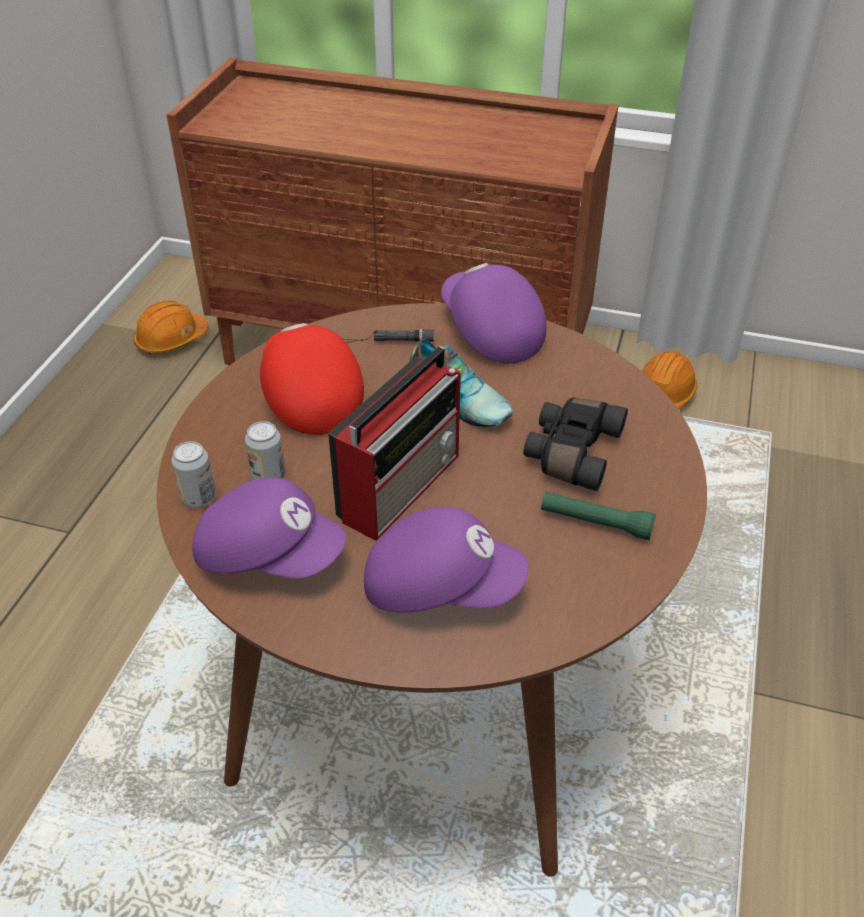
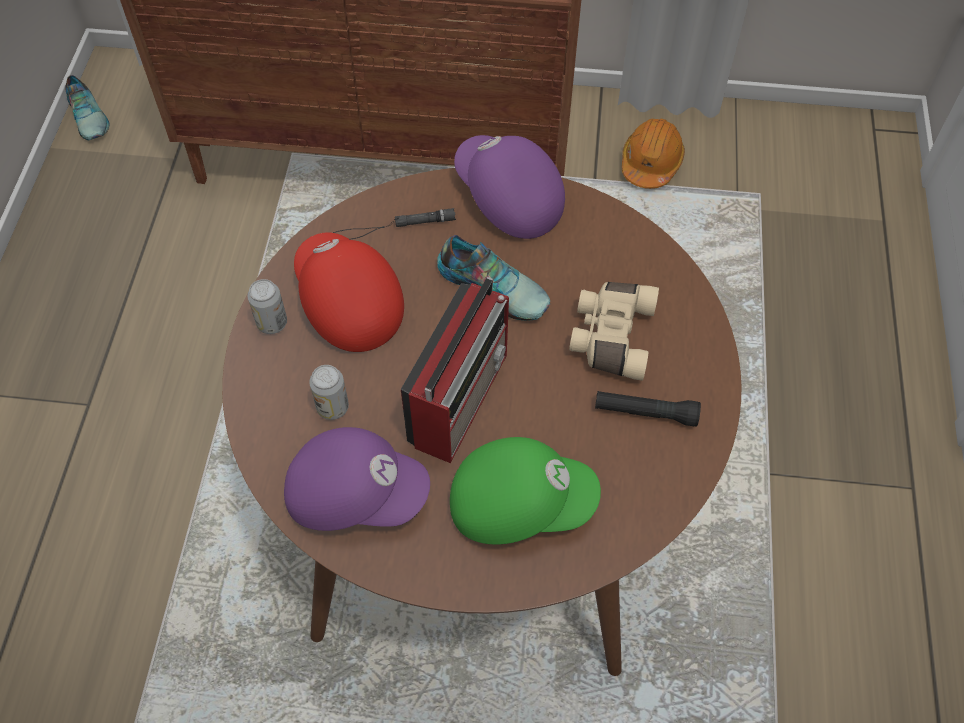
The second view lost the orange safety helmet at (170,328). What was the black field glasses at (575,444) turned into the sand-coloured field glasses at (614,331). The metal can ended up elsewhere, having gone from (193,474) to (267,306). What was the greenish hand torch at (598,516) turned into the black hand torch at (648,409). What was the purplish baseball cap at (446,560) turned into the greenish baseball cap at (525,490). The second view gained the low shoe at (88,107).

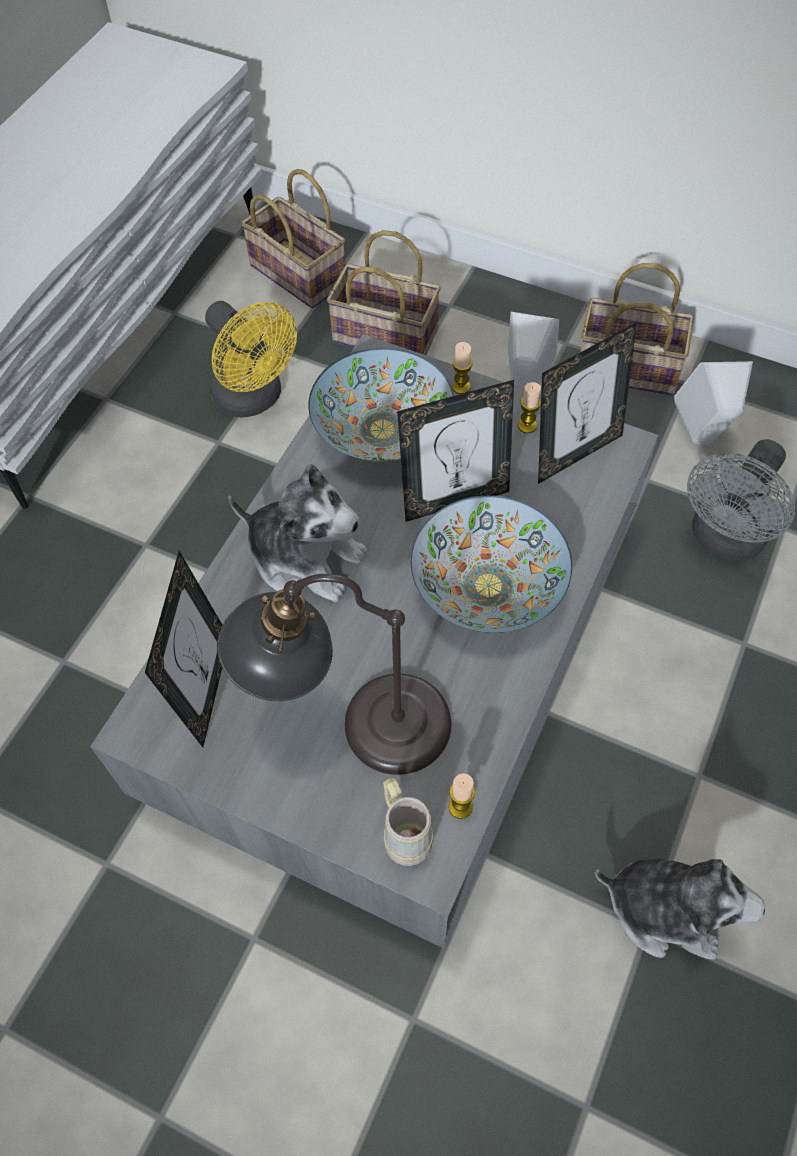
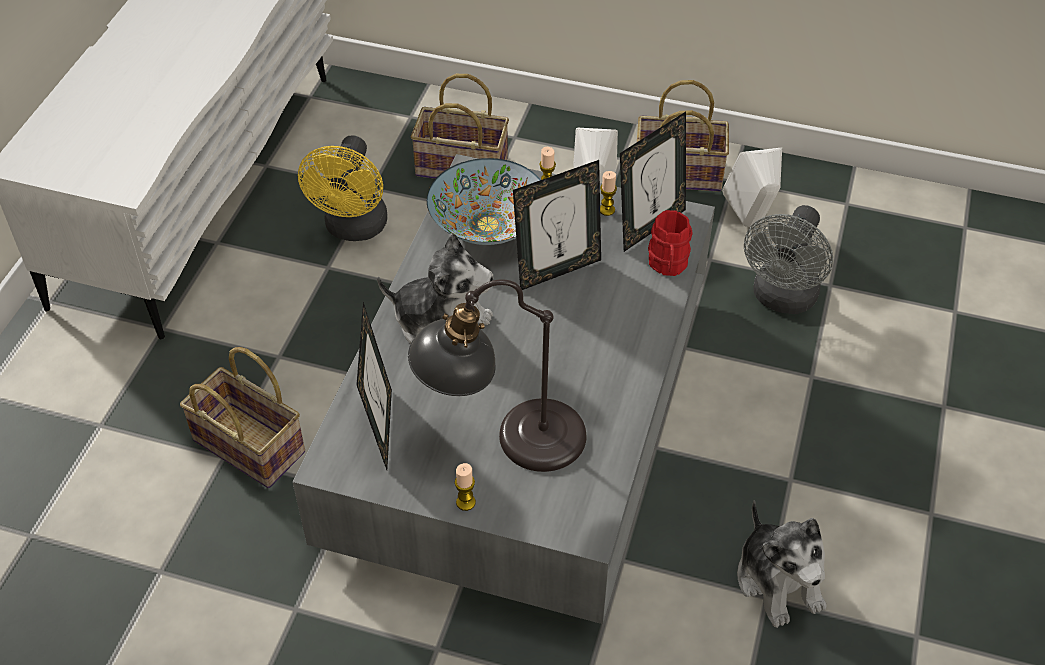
The basket ended up elsewhere, having gone from (293,238) to (242,417). The yellow-coloured electric fan at (251,359) ended up facing another way, 60 degrees clockwise from before. The second view lost the bowl at (491,564). The wax light ended up elsewhere, having gone from (462,796) to (465,487). The second view lost the sand-coloured mug at (408,822). The plush toy at (680,909) ended up facing another way, 60 degrees clockwise from before. The second view gained the red mug at (670,243).

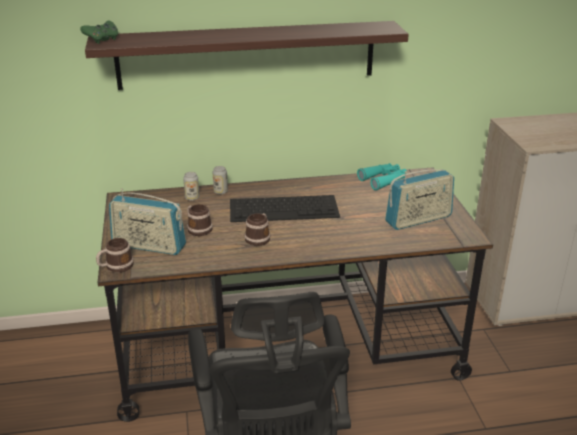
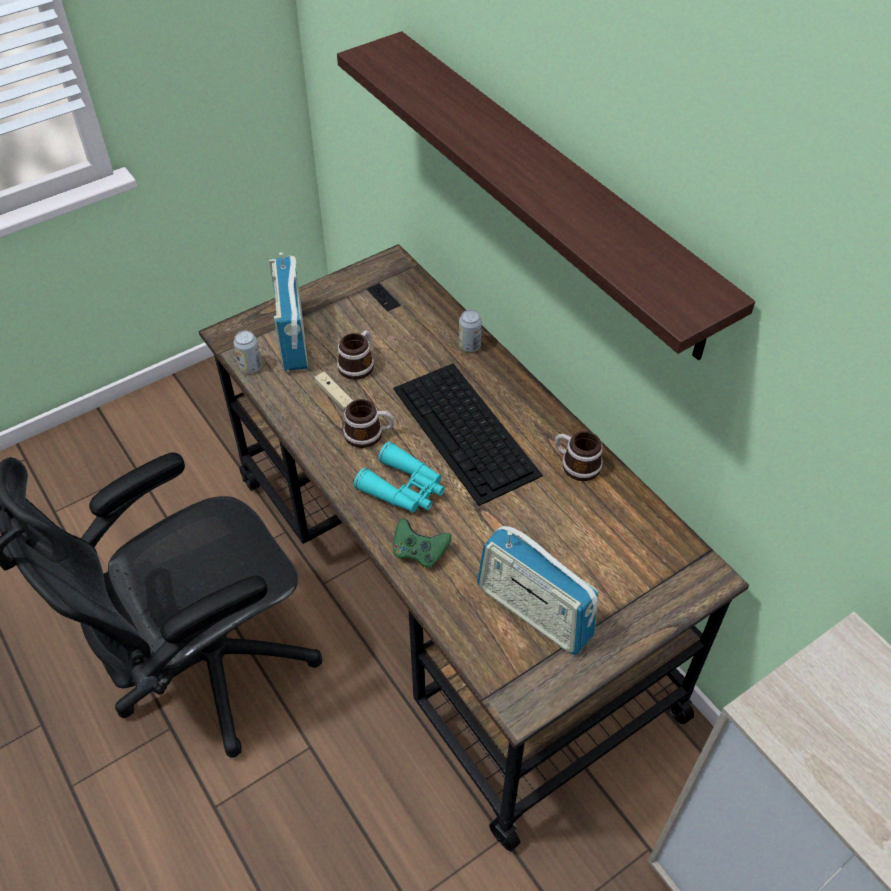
The greenish game controller ended up elsewhere, having gone from (99,32) to (422,543). The blue-green field glasses ended up elsewhere, having gone from (382,177) to (399,477). The metal can ended up elsewhere, having gone from (191,186) to (248,352). The mug ended up elsewhere, having gone from (115,255) to (578,456). The second view gained the sand-coloured game controller at (333,392).

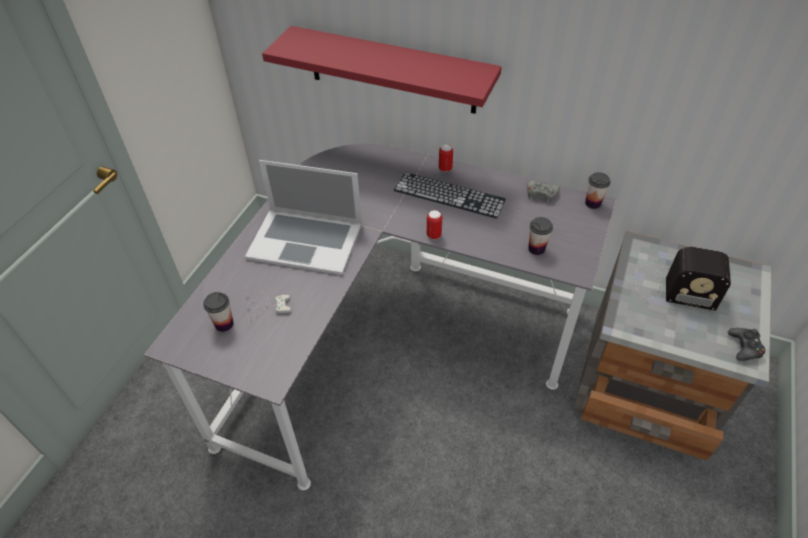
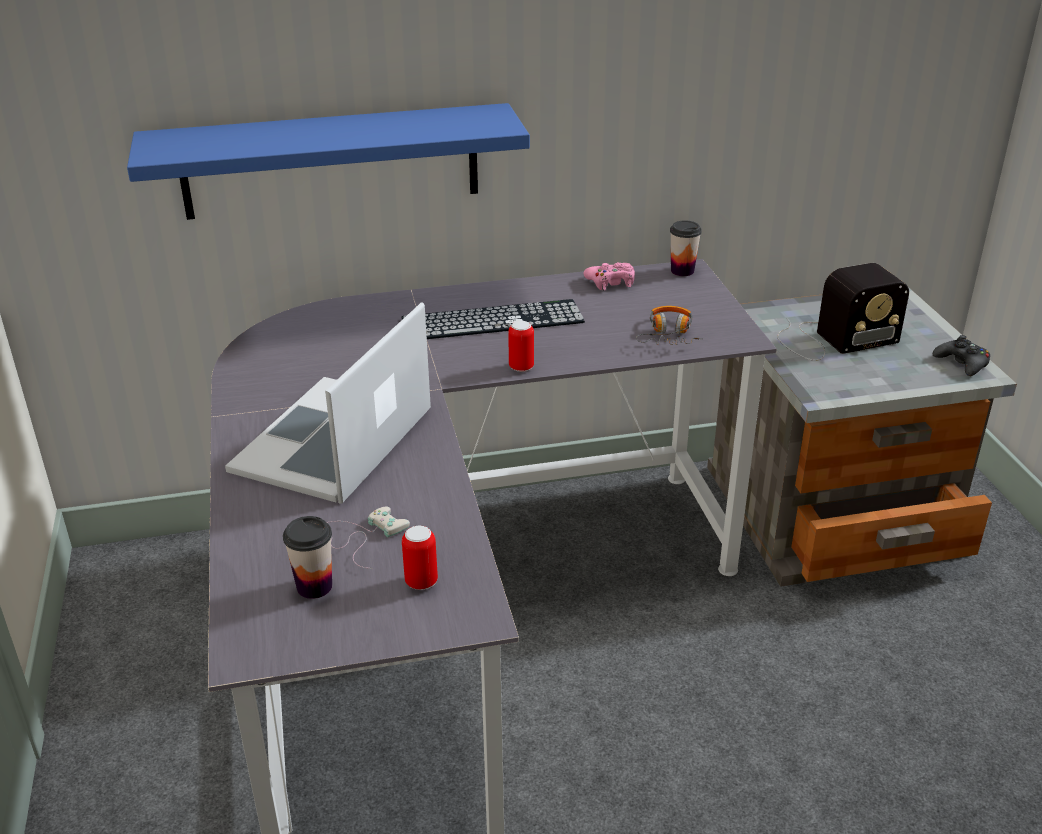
What was the red wall shelf at (382,70) turned into the blue wall shelf at (328,161). The metal can ended up elsewhere, having gone from (446,158) to (420,558). The laptop at (303,217) ended up facing another way, 135 degrees clockwise from before. What was the greyish game controller at (543,191) turned into the pink game controller at (609,276). Where the cup stood at (540,236), the headset came to stand at (669,325).

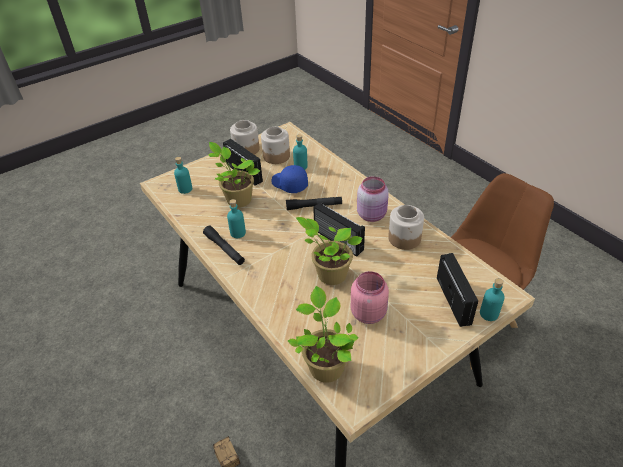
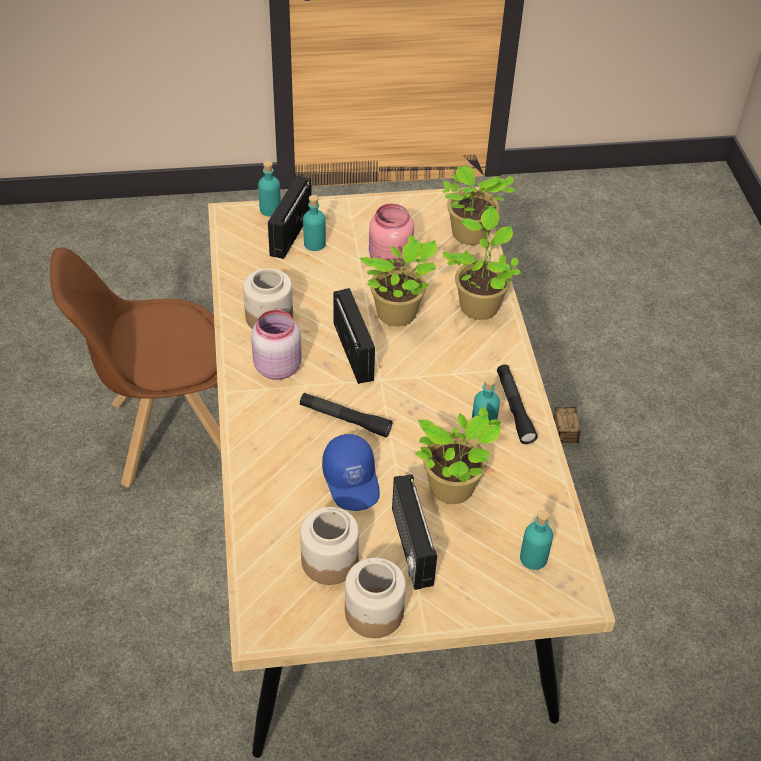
The blue-green beverage bottle ended up elsewhere, having gone from (300,152) to (314,223). The second view gained the potted plant at (482,263).

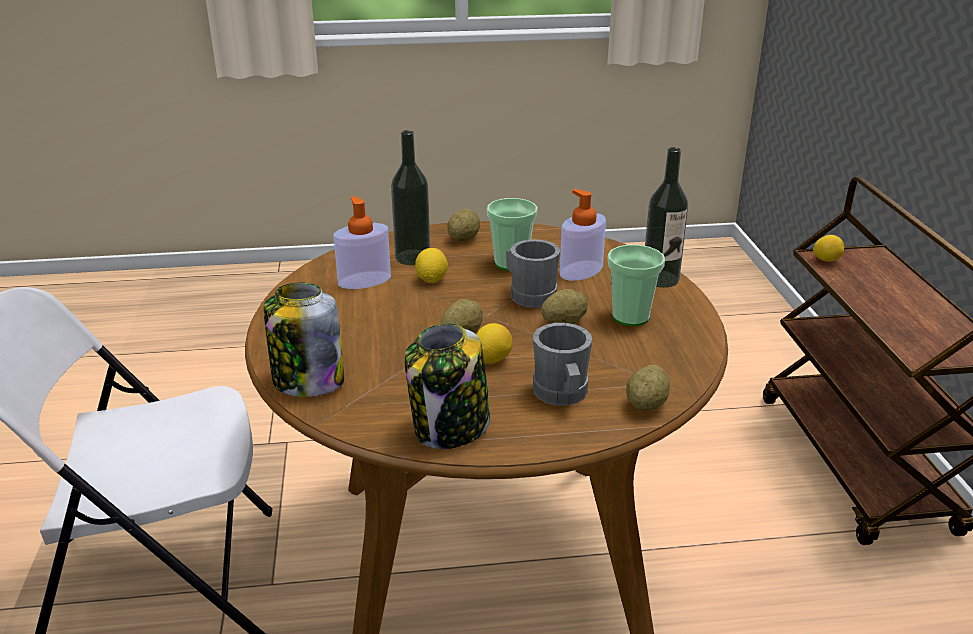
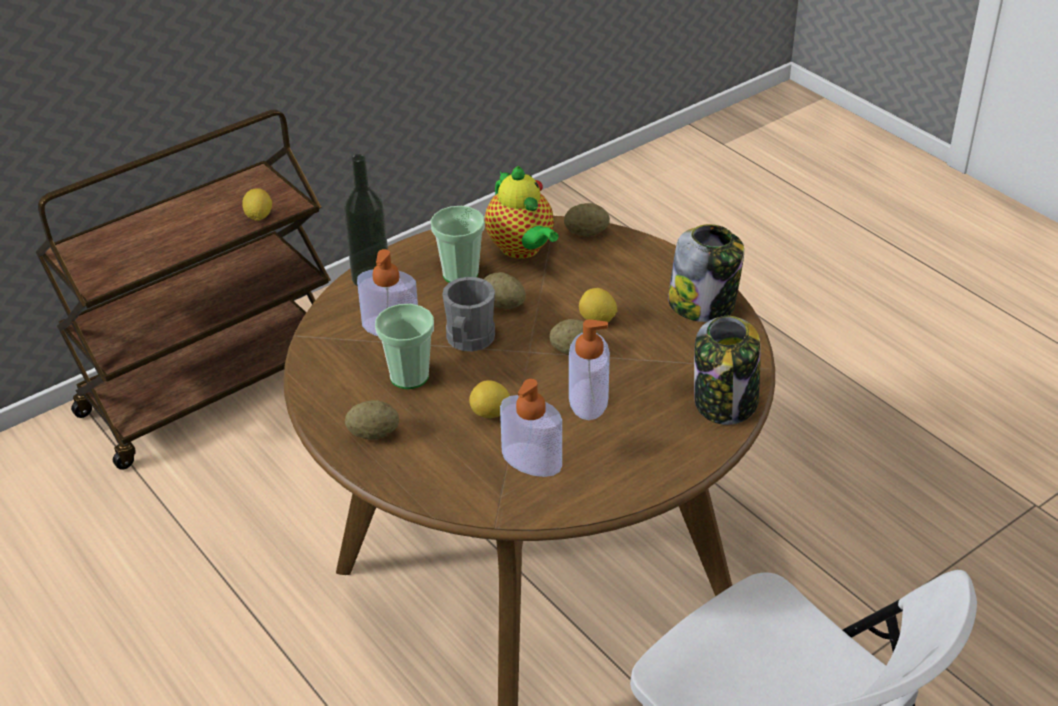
The second view lost the beverage bottle at (410,197). The whole lemon ended up elsewhere, having gone from (828,248) to (257,204). The second view lost the greyish mug at (562,364). The second view gained the tea pot at (522,212). The second view gained the soap bottle at (589,369).

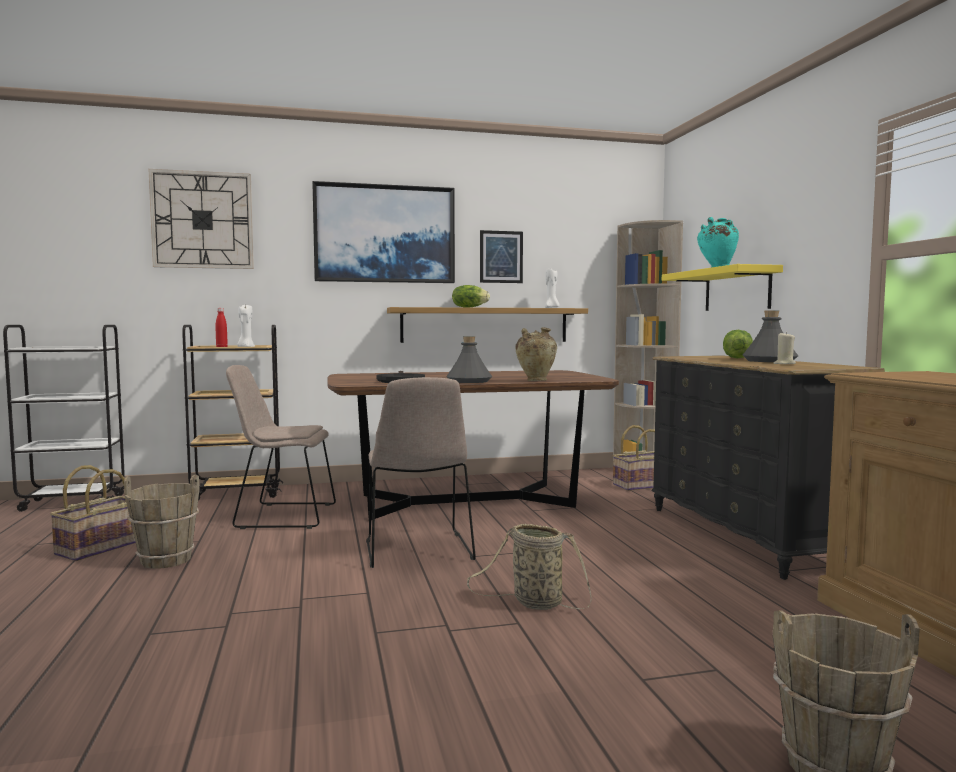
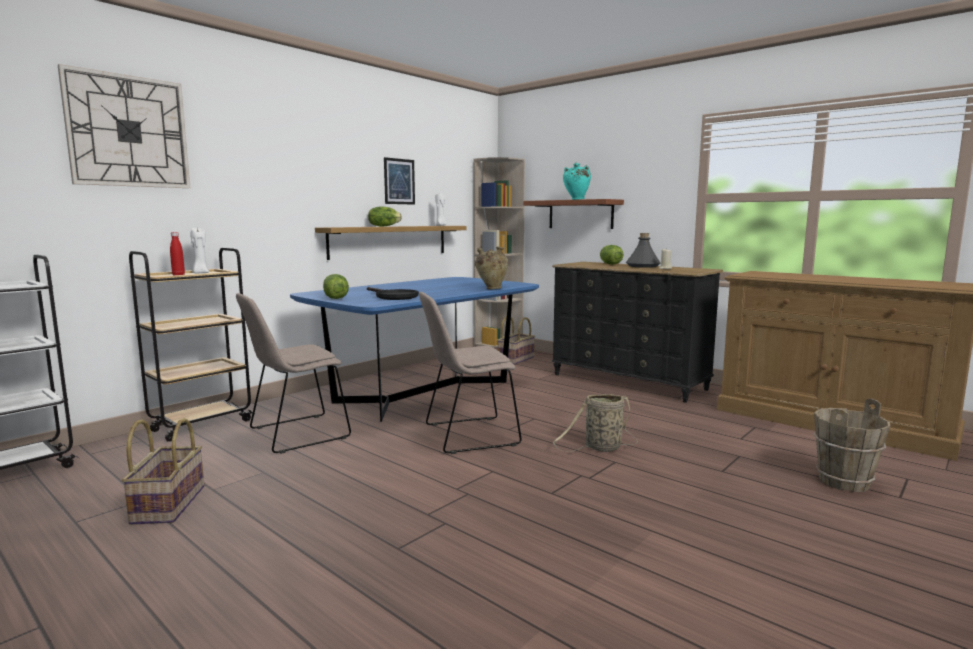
The second view lost the wall picture at (383,232). What was the yellow-coloured wall shelf at (722,287) turned into the brownish wall shelf at (573,214). The second view lost the greyish beverage bottle at (469,359). What was the brownish dinner table at (473,445) turned into the blue dinner table at (414,349). The sand-coloured plain chair at (421,472) ended up facing another way, 120 degrees clockwise from before. The second view lost the brownish pail at (162,522). The second view gained the lettuce head at (336,286).

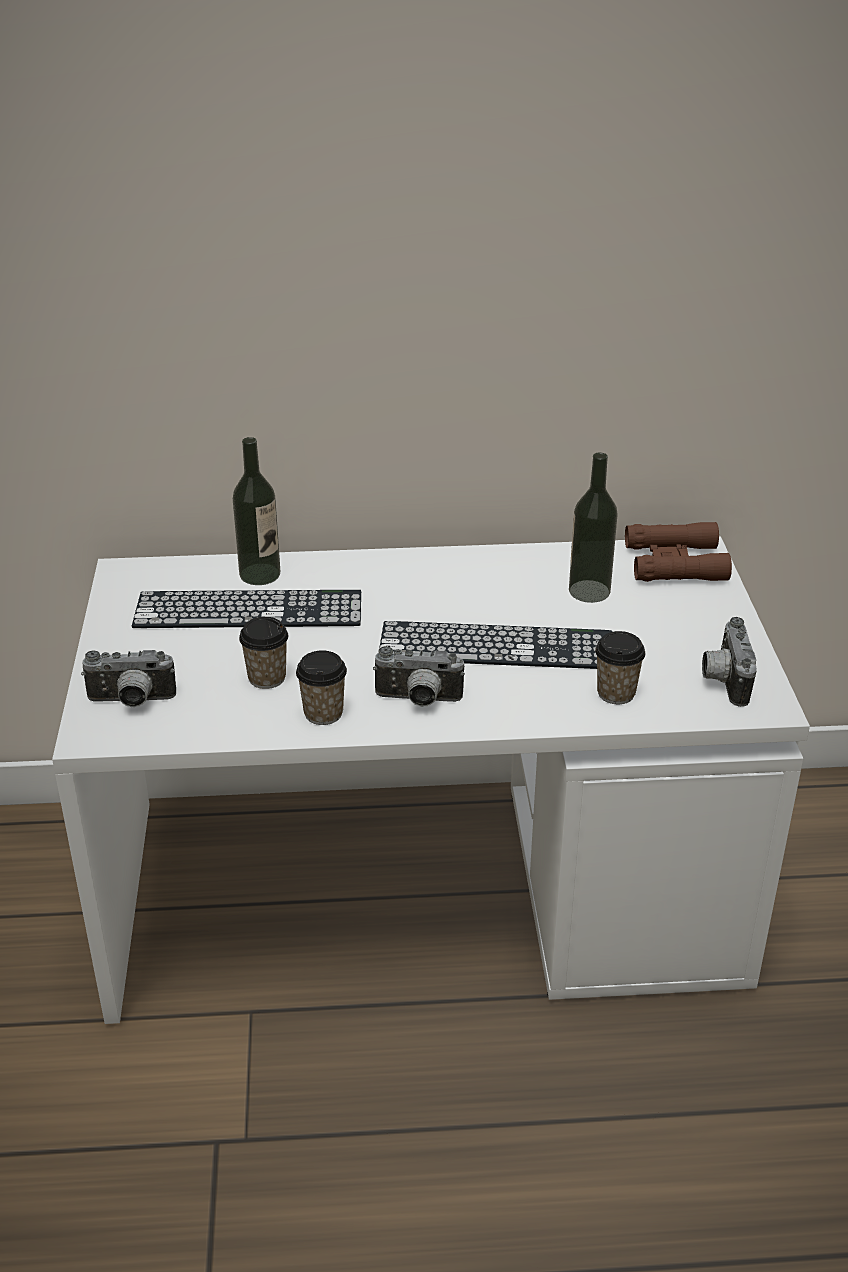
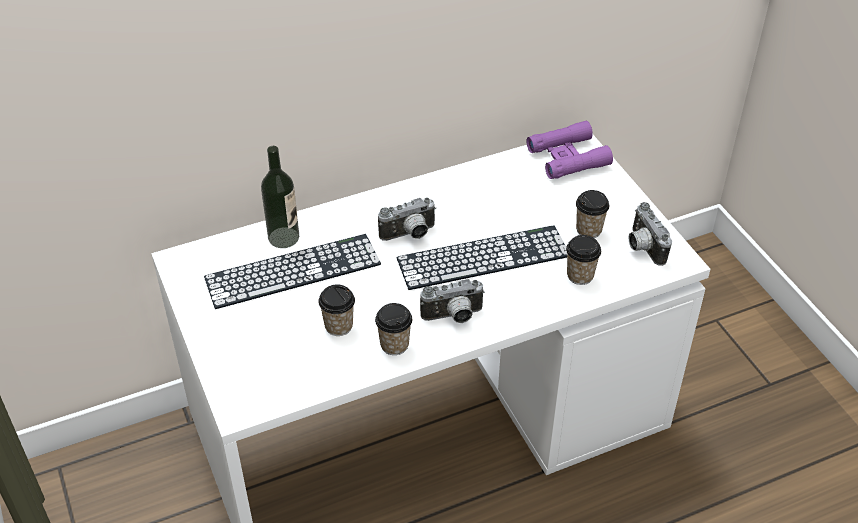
The second view lost the beverage bottle at (593,527). What was the brownish field glasses at (678,552) turned into the purplish field glasses at (569,150). The photo camera ended up elsewhere, having gone from (128,678) to (407,219). The second view gained the cup at (592,214).

